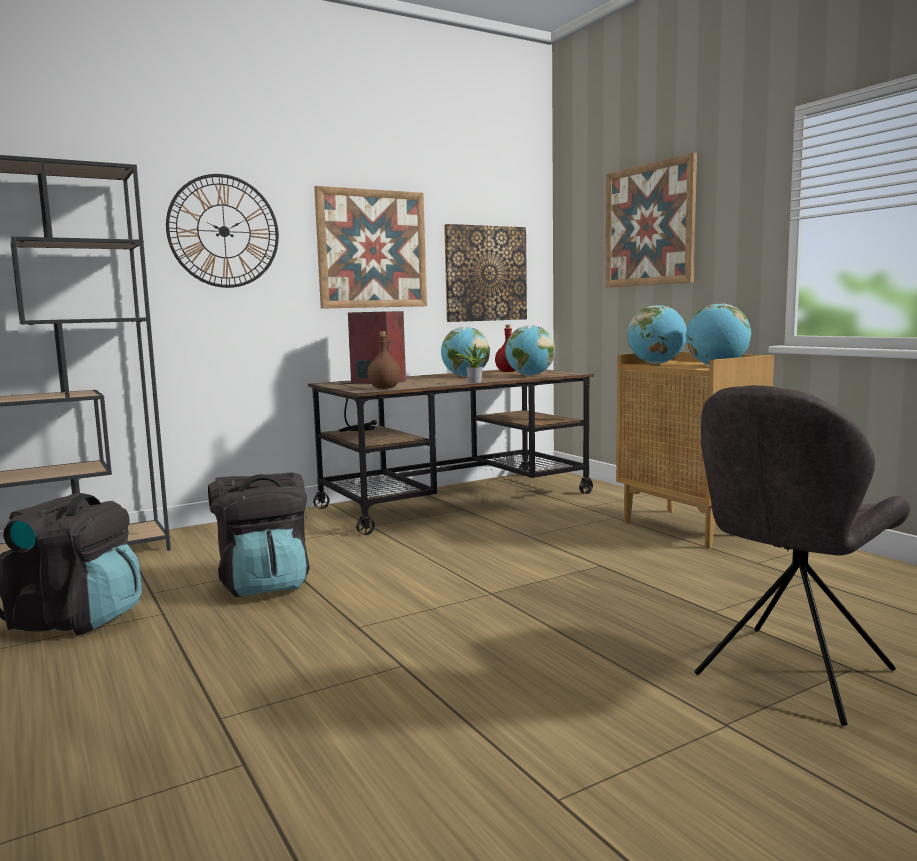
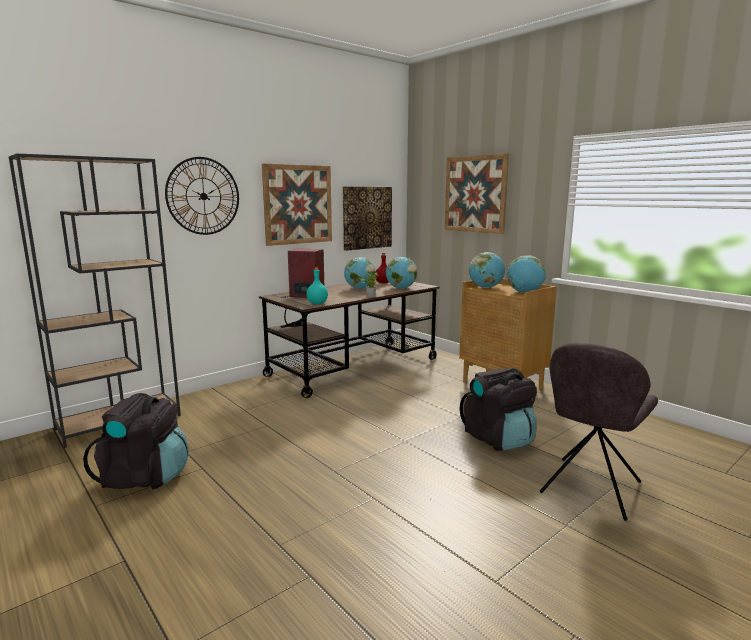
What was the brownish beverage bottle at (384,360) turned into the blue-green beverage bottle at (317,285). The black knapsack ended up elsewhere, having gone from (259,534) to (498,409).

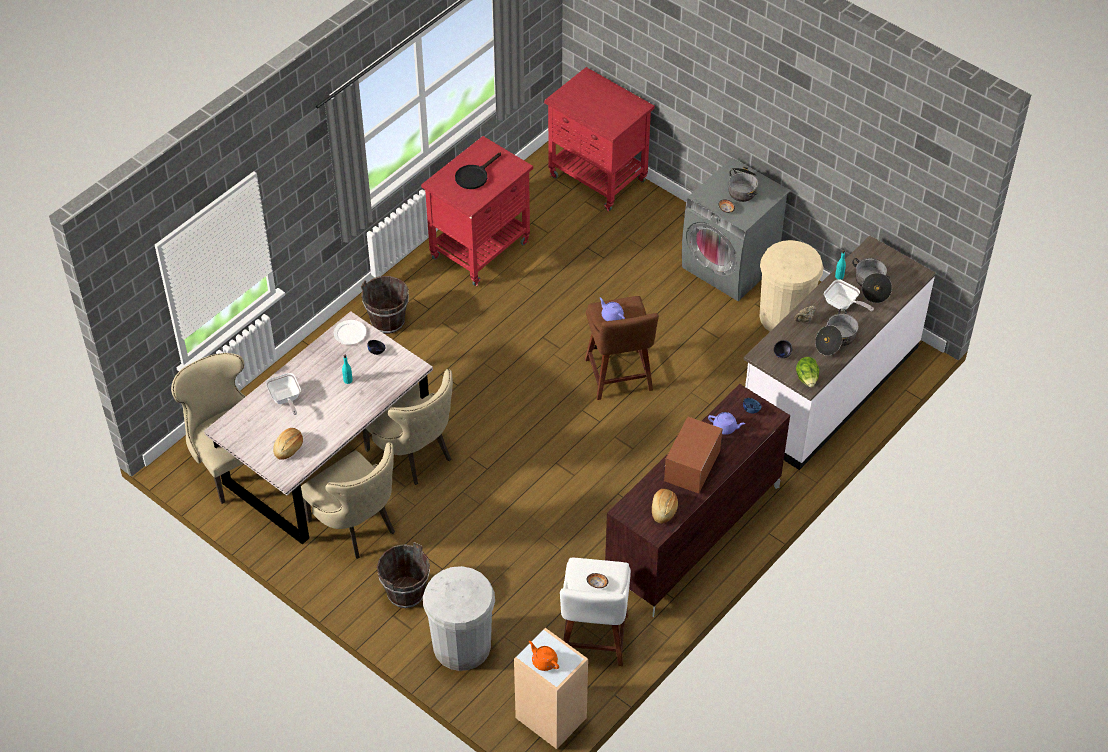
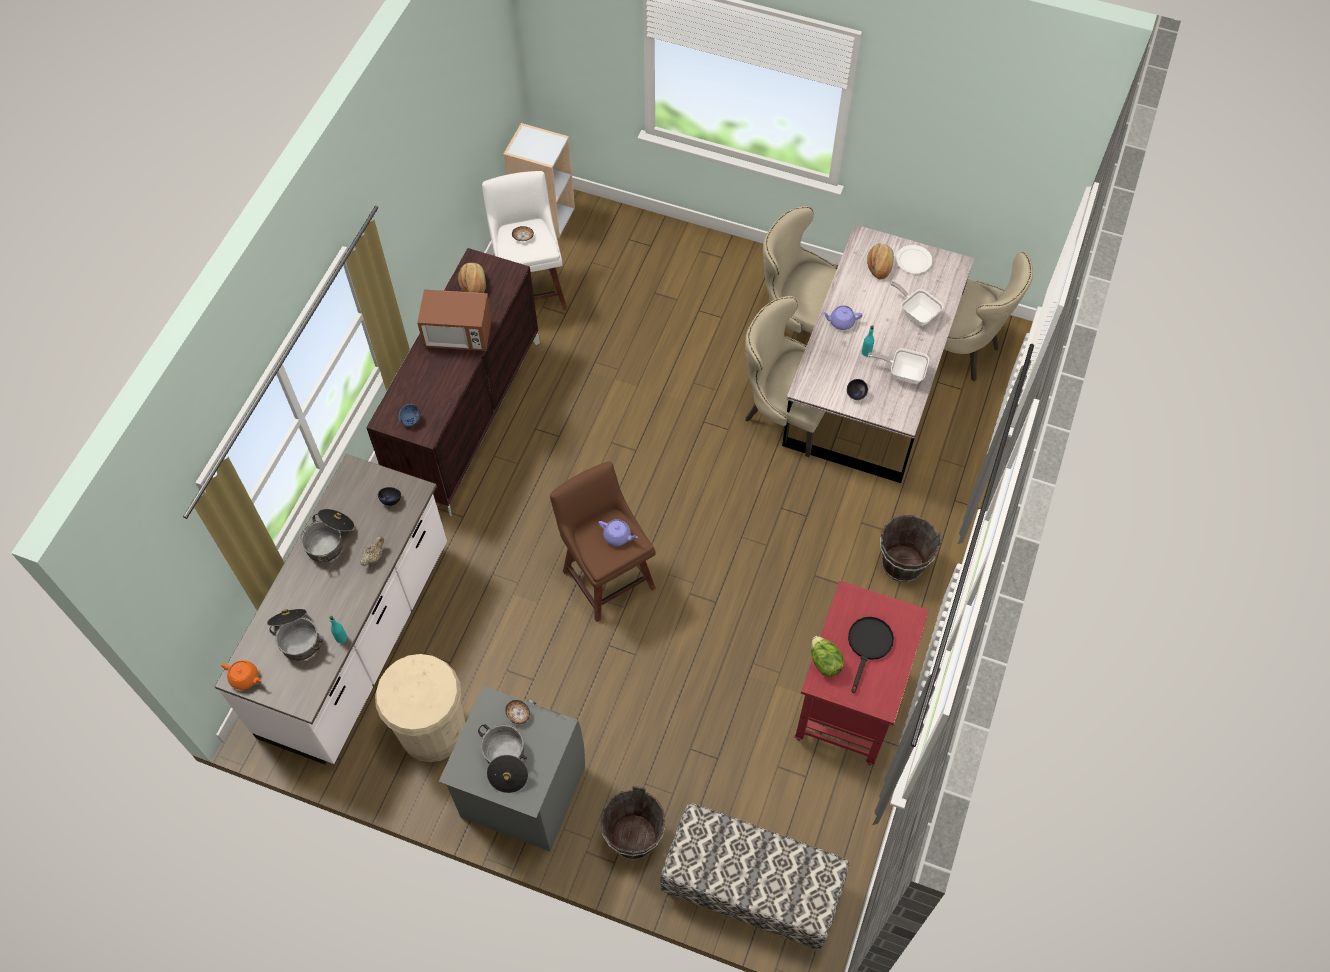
Where the red wheeled cart stood at (599,139), the bench came to stand at (754,877). The skillet ended up elsewhere, having gone from (849,295) to (898,366). The white-coloured flat dish ended up elsewhere, having gone from (350,332) to (914,259). The lettuce head ended up elsewhere, having gone from (807,372) to (827,656). The purplish tea pot ended up elsewhere, having gone from (726,423) to (842,317). The kitchen microwave at (693,455) ended up facing another way, 90 degrees clockwise from before. The brownish pail ended up elsewhere, having gone from (403,575) to (633,823). The second view lost the white-coloured waste bin at (459,618). The orange tea pot ended up elsewhere, having gone from (544,656) to (241,675).

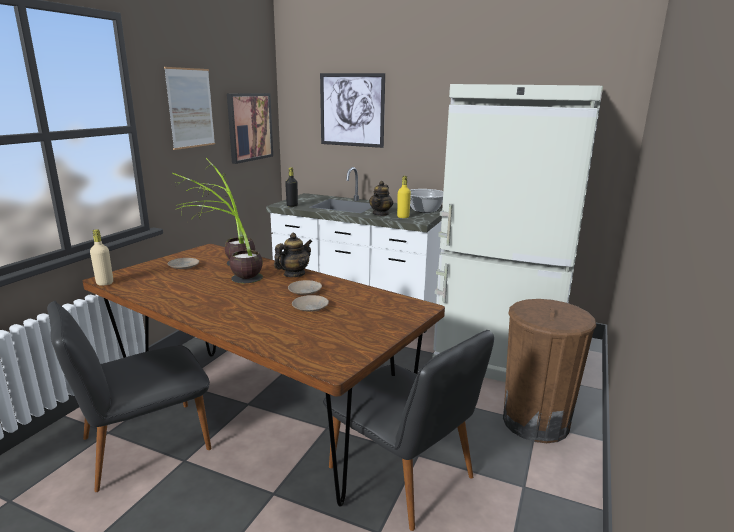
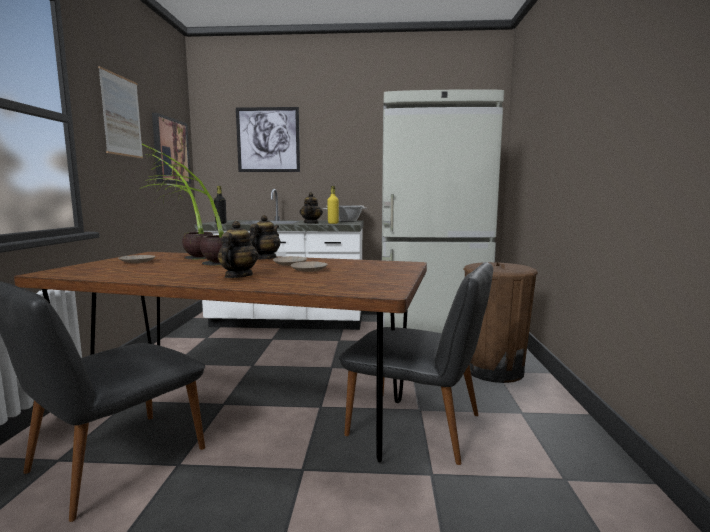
The second view lost the sand-coloured beverage bottle at (101,257). The second view gained the tea pot at (238,249).

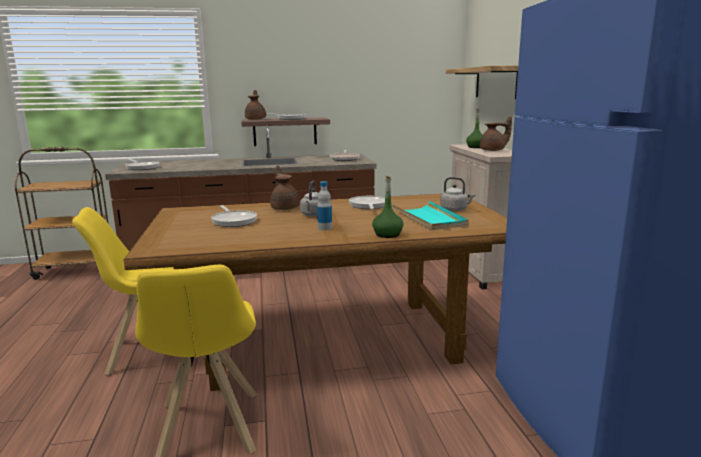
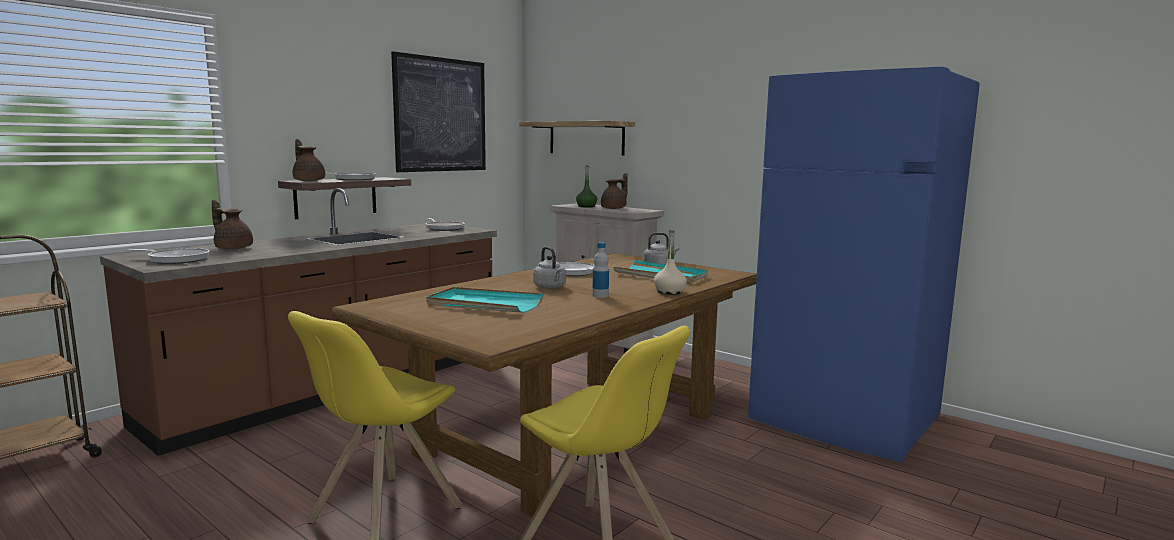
The brownish tea pot ended up elsewhere, having gone from (285,188) to (232,224). What was the greenish beverage bottle at (388,207) turned into the sand-coloured beverage bottle at (670,262). Where the skillet stood at (234,216), the blue-green carrying tray came to stand at (485,300). The second view gained the wall picture at (438,111).

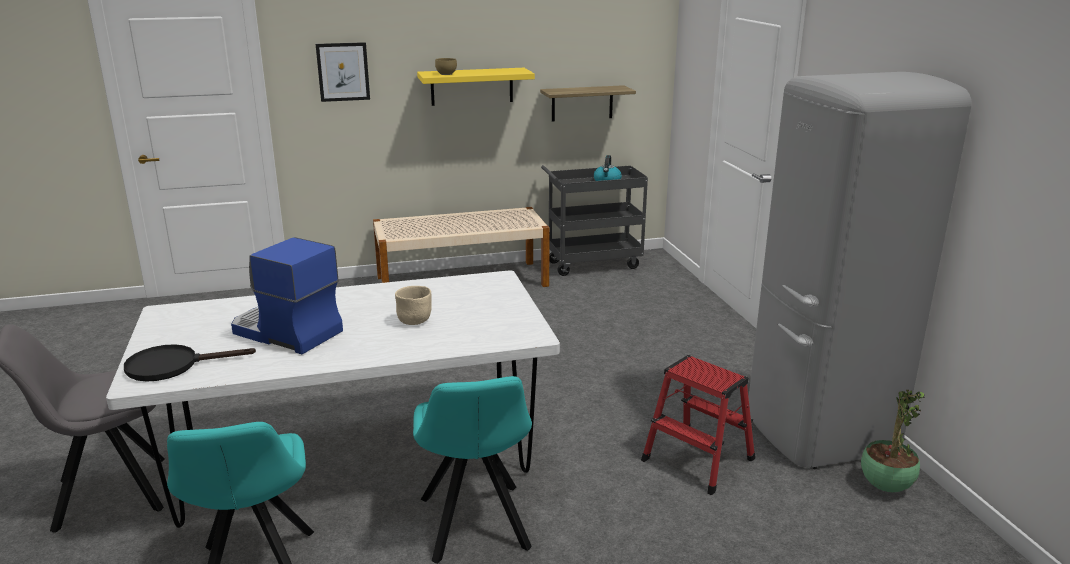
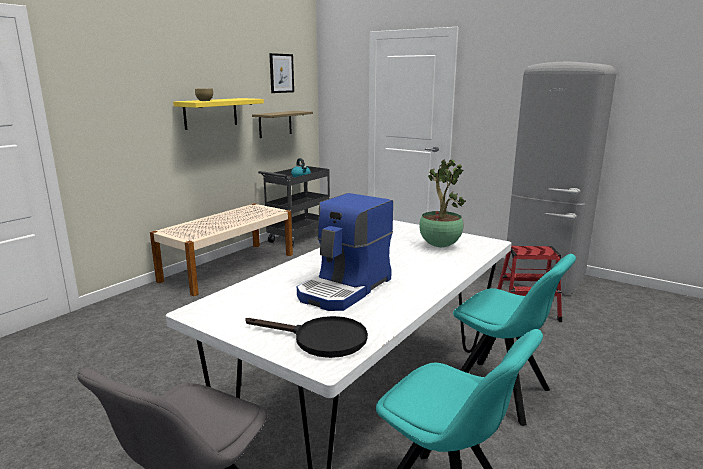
The wall picture ended up elsewhere, having gone from (343,72) to (281,73). The coffee maker at (287,295) ended up facing another way, 45 degrees counterclockwise from before. The second view lost the sand-coloured bowl at (413,305). The black skillet at (190,363) ended up facing another way, 105 degrees counterclockwise from before. The potted plant ended up elsewhere, having gone from (893,441) to (442,203).

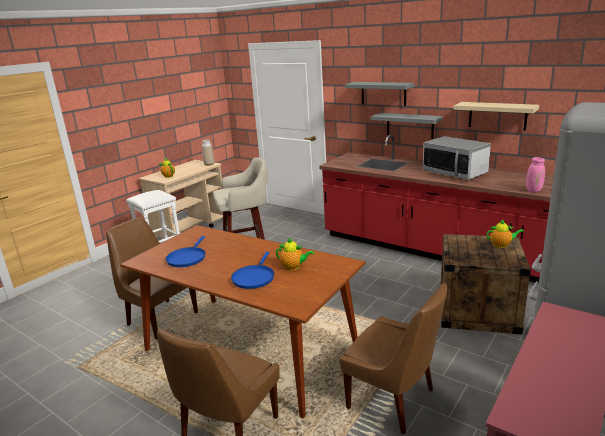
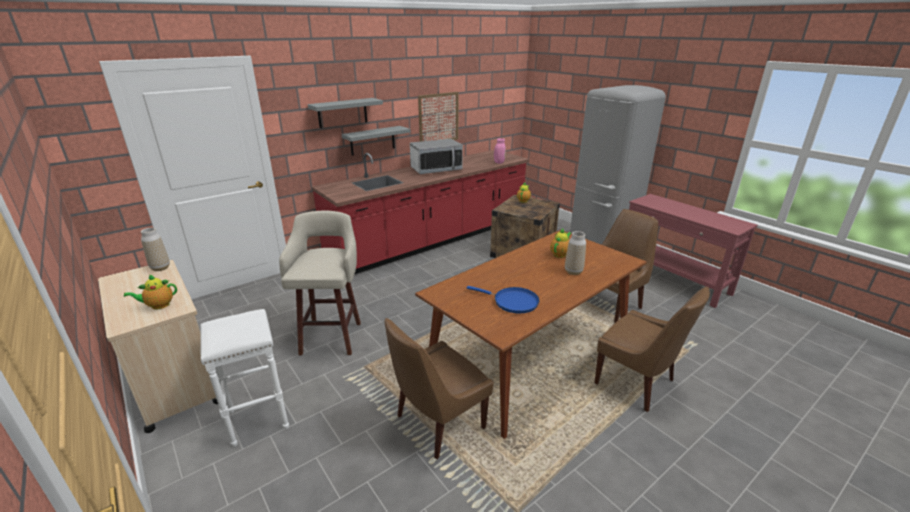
Where the sand-coloured wall shelf hung at (496,116), the wall picture came to hang at (438,117). Where the blue skillet stood at (252,270), the decorative vase came to stand at (575,253).

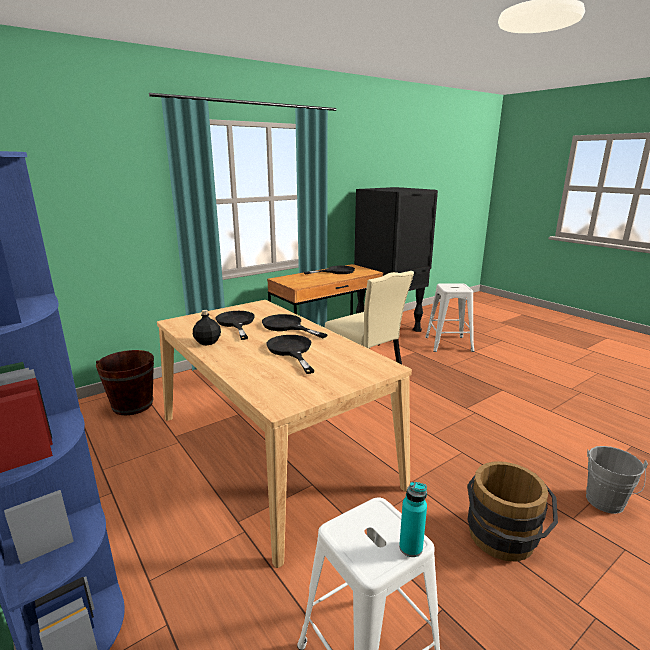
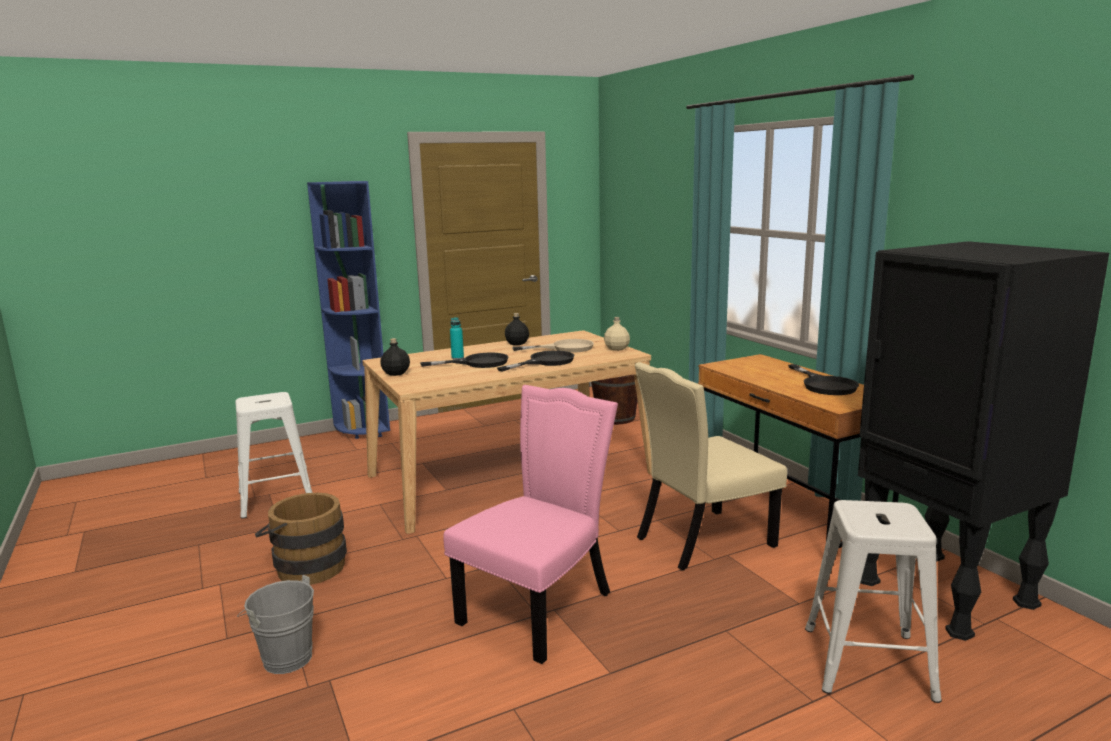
What was the black skillet at (235,325) turned into the sand-coloured skillet at (553,346). The blue-green beverage bottle ended up elsewhere, having gone from (413,519) to (457,338). The second view gained the sand-coloured beverage bottle at (617,334). The second view gained the black beverage bottle at (395,357). The second view gained the pink plain chair at (530,524).

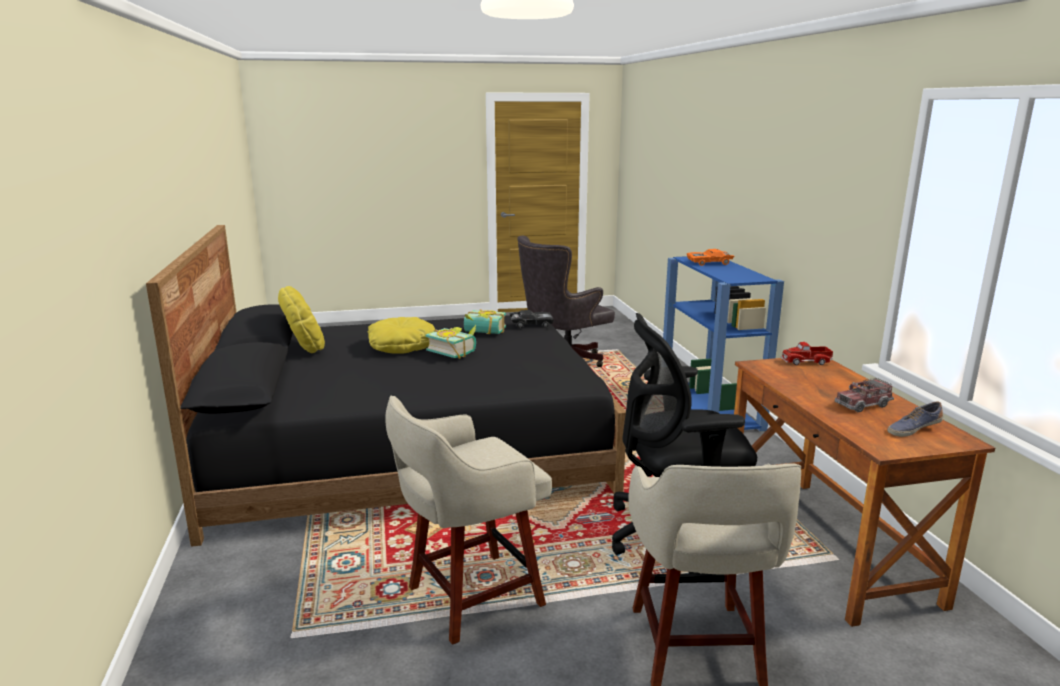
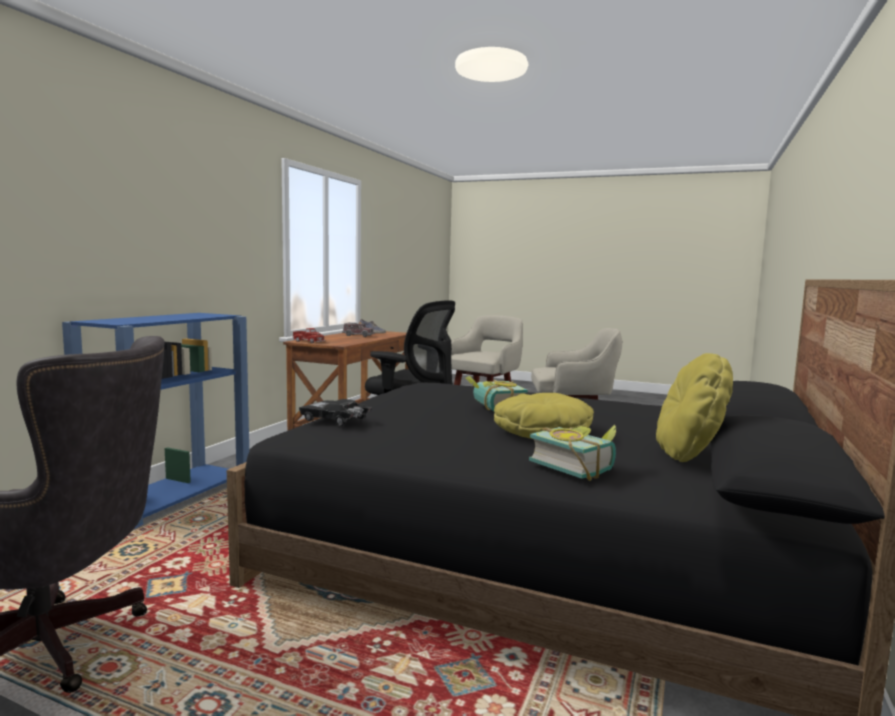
The second view lost the orange model car at (711,257). The bound book ended up elsewhere, having gone from (485,321) to (572,453).

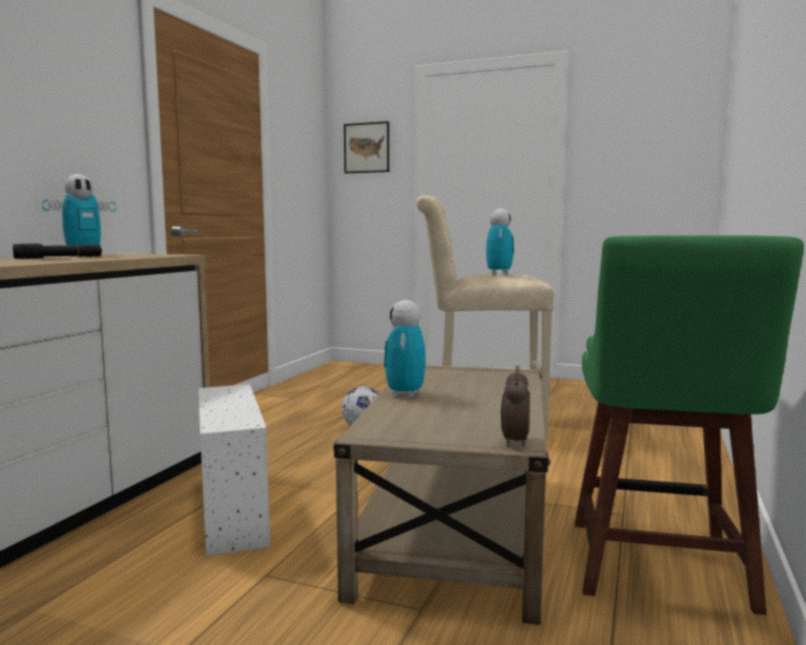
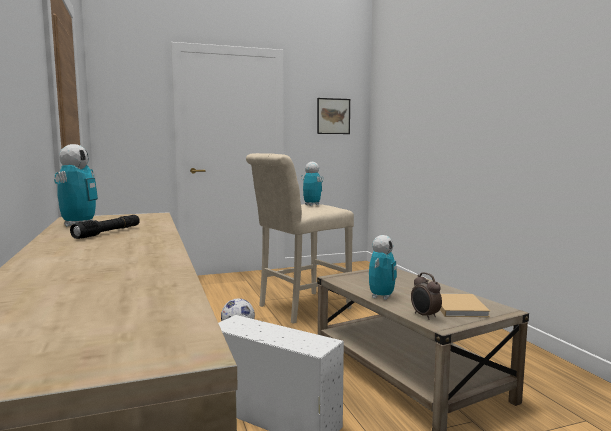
The wall picture ended up elsewhere, having gone from (366,147) to (333,116). The second view lost the greenish stool at (689,425). The toy robot at (405,349) ended up facing another way, 120 degrees counterclockwise from before. The bedside clock ended up elsewhere, having gone from (515,406) to (426,296). The second view gained the sand-coloured bound book at (465,305).

